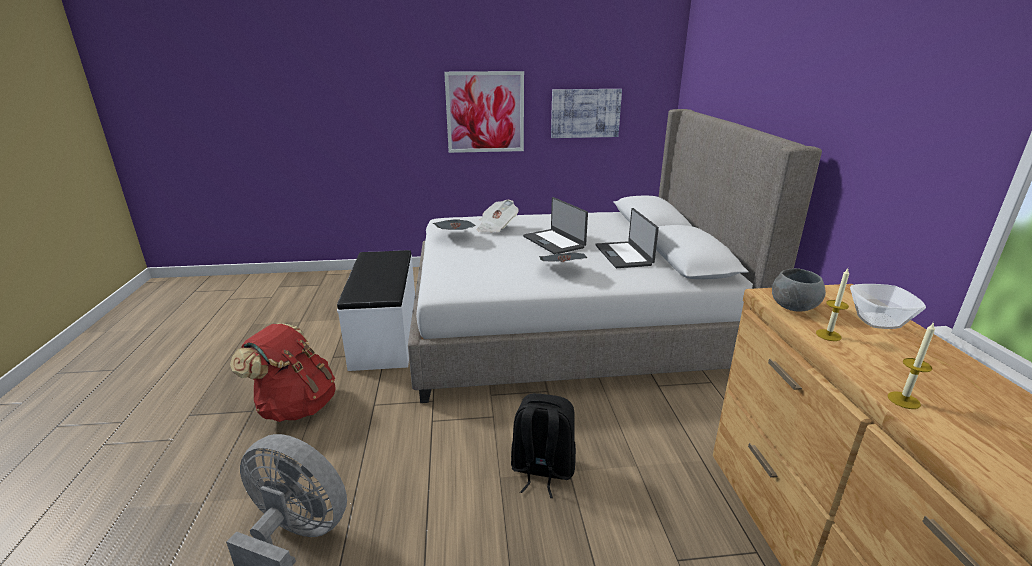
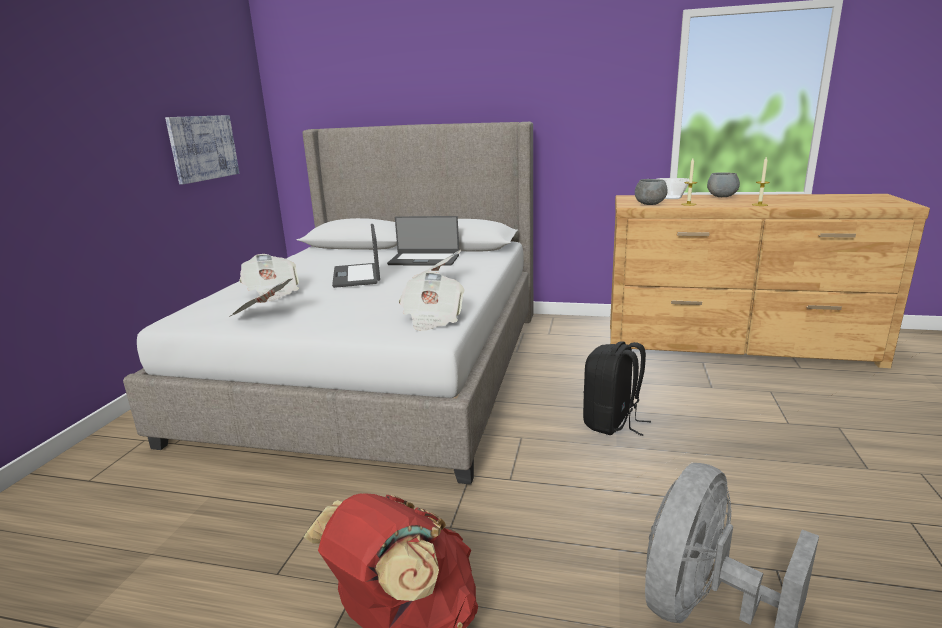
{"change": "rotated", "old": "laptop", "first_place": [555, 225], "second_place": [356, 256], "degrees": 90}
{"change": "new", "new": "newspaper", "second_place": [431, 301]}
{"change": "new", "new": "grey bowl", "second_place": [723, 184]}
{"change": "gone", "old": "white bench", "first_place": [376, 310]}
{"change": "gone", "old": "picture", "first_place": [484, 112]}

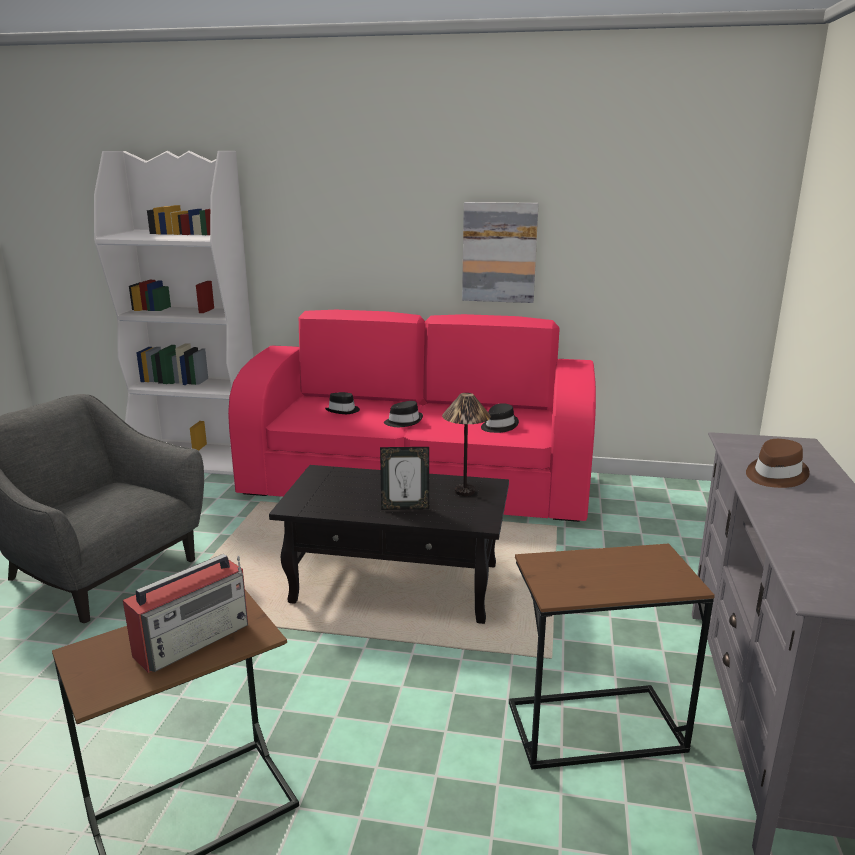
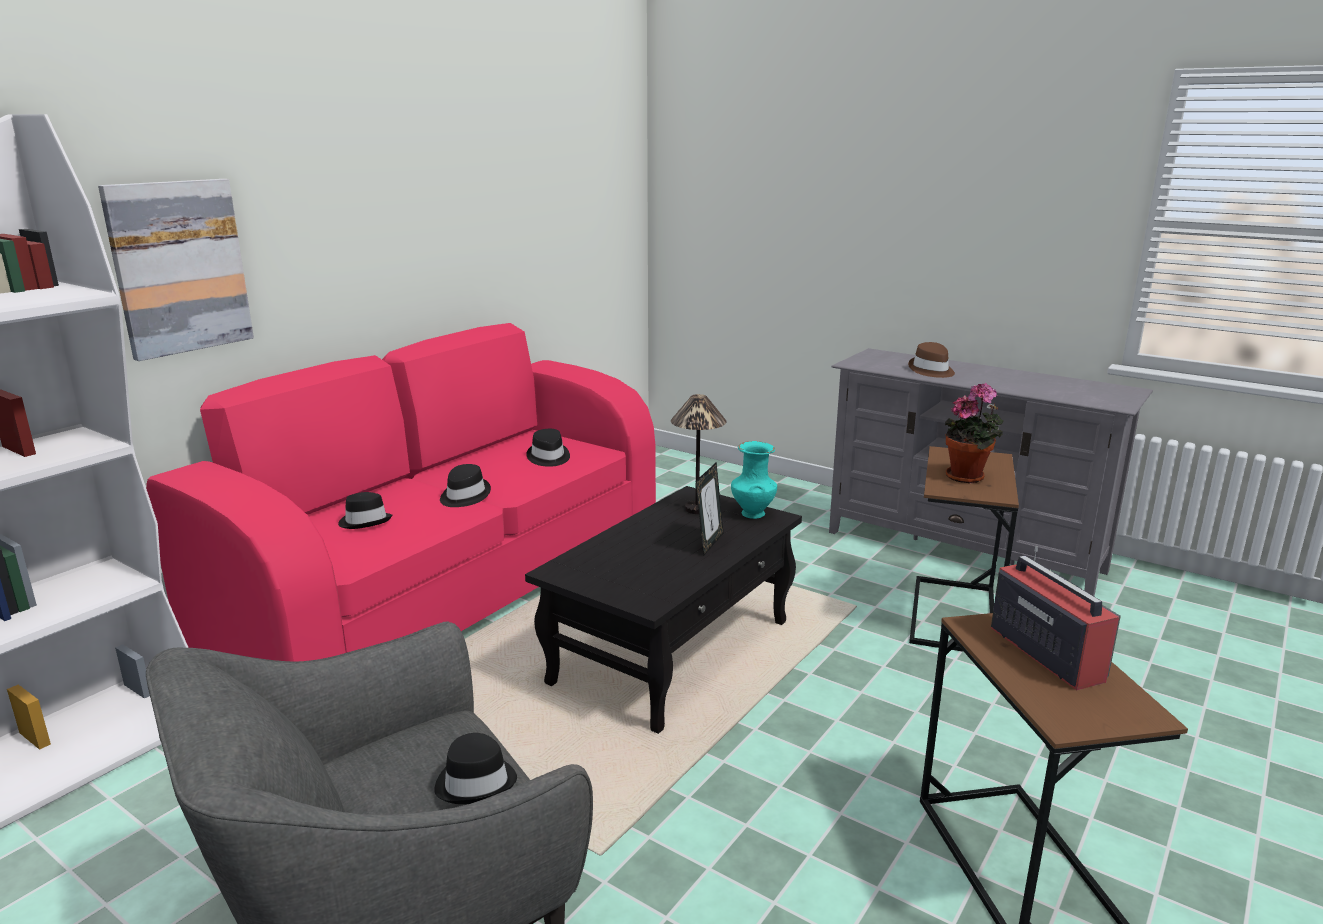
{"change": "shifted", "old": "picture", "first_place": [500, 252], "second_place": [176, 270]}
{"change": "new", "new": "black hat", "second_place": [475, 768]}
{"change": "new", "new": "turquoise vase", "second_place": [754, 480]}
{"change": "new", "new": "potted plant", "second_place": [974, 433]}

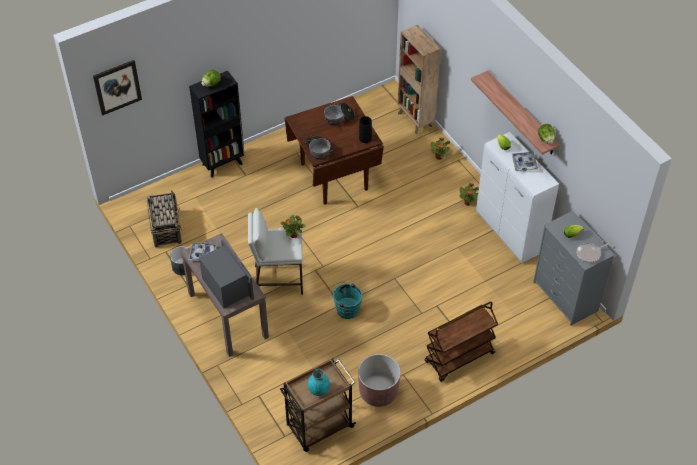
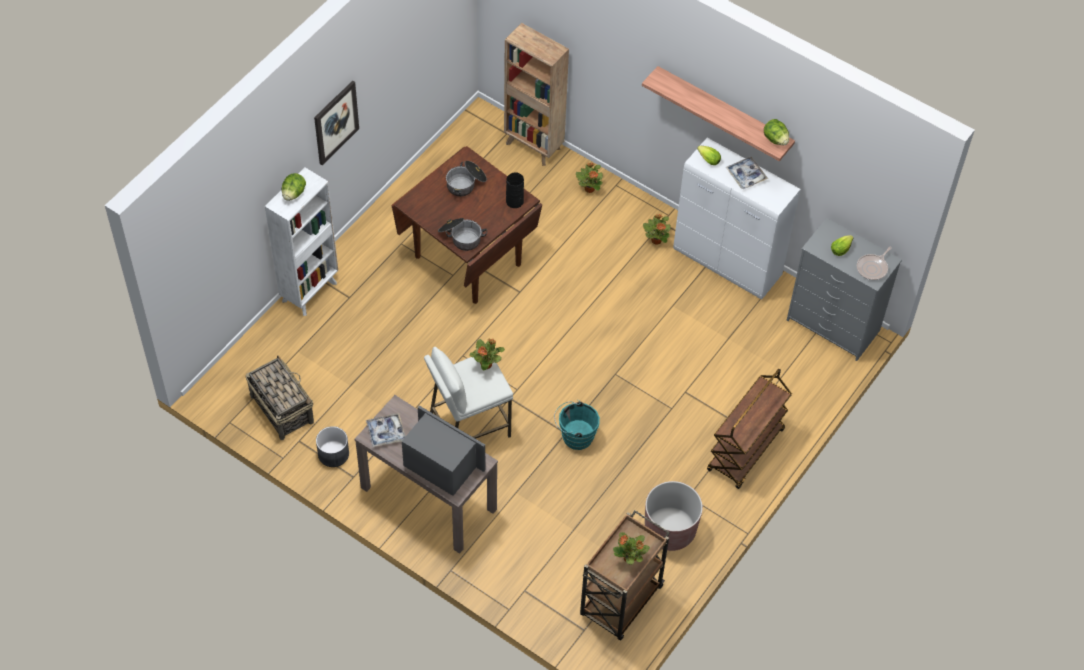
{"change": "repainted", "old": "black bookcase", "new": "white bookcase", "first_place": [217, 124], "second_place": [301, 241]}
{"change": "shifted", "old": "picture", "first_place": [117, 88], "second_place": [336, 123]}
{"change": "swapped", "old": "turquoise vase", "new": "potted plant", "first_place": [319, 382], "second_place": [631, 548]}

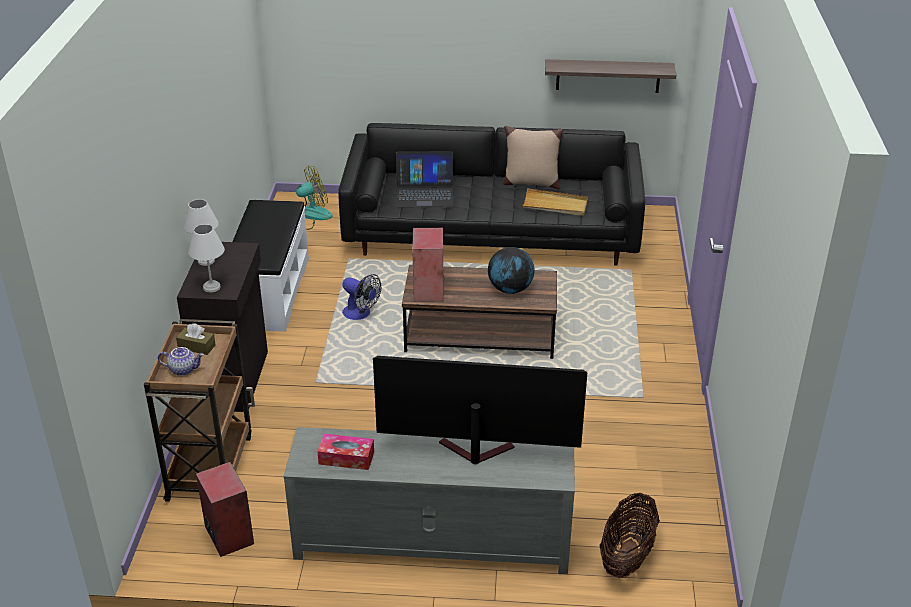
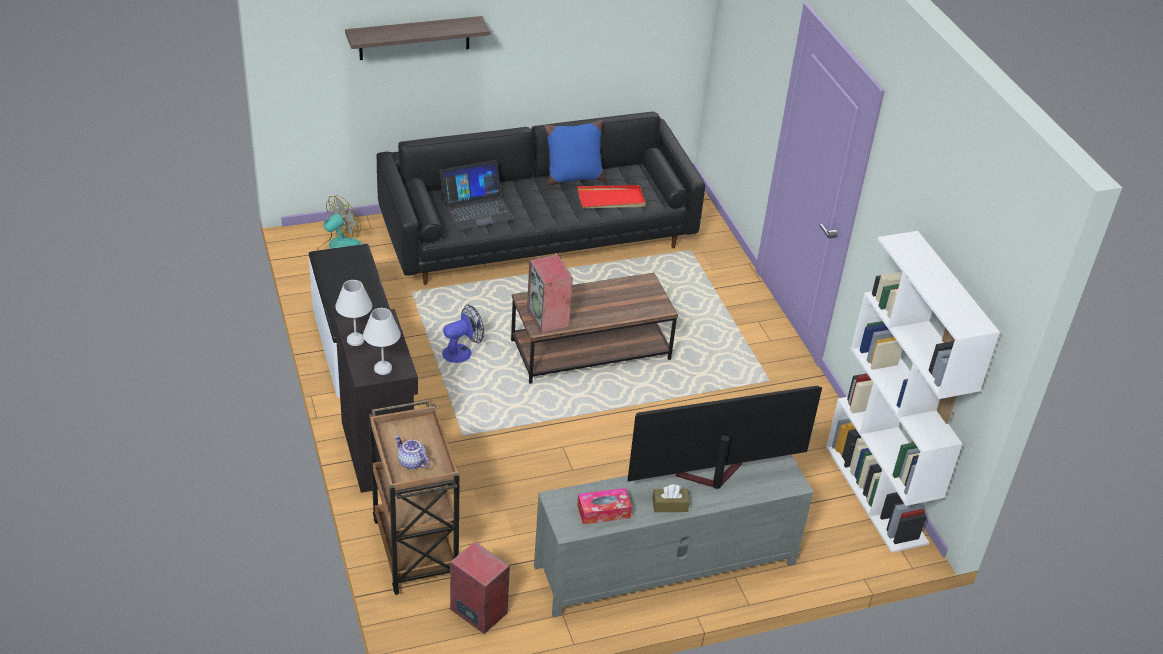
{"change": "shifted", "old": "shelf", "first_place": [610, 76], "second_place": [417, 38]}
{"change": "rotated", "old": "teapot", "first_place": [181, 361], "second_place": [412, 452], "degrees": -120}
{"change": "rotated", "old": "fan", "first_place": [361, 297], "second_place": [463, 334], "degrees": -45}
{"change": "repainted", "old": "beige pillow", "new": "blue pillow", "first_place": [533, 157], "second_place": [574, 152]}
{"change": "repainted", "old": "beige tray", "new": "red tray", "first_place": [555, 202], "second_place": [612, 196]}
{"change": "shifted", "old": "brown tissue box", "first_place": [196, 339], "second_place": [671, 498]}
{"change": "new", "new": "white bookcase", "second_place": [913, 392]}
{"change": "gone", "old": "globe", "first_place": [511, 270]}
{"change": "gone", "old": "basket", "first_place": [629, 535]}

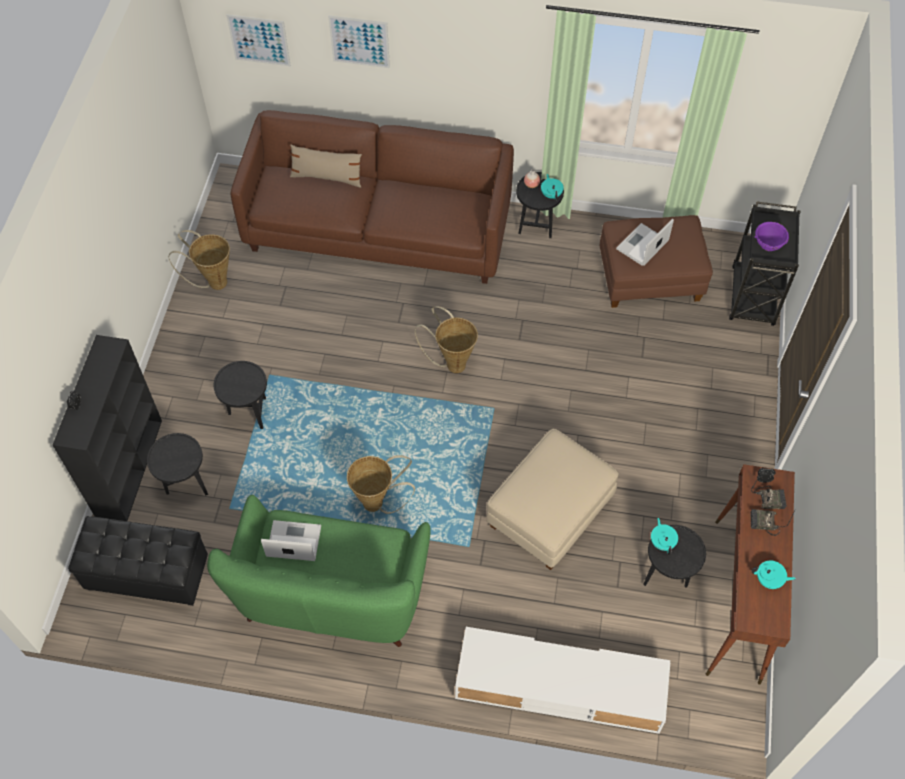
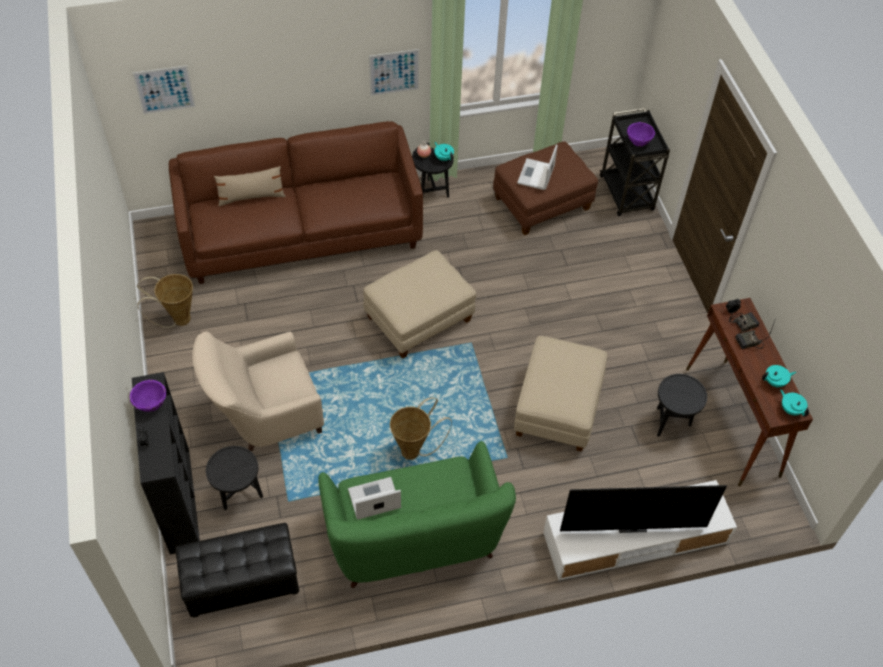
{"change": "new", "new": "purple bowl", "second_place": [148, 396]}
{"change": "swapped", "old": "black side table", "new": "beige armchair", "first_place": [240, 395], "second_place": [258, 391]}
{"change": "swapped", "old": "basket", "new": "beige ottoman", "first_place": [446, 339], "second_place": [419, 304]}
{"change": "shifted", "old": "picture", "first_place": [359, 41], "second_place": [394, 72]}
{"change": "new", "new": "television", "second_place": [643, 509]}
{"change": "shifted", "old": "turquoise teapot", "first_place": [664, 536], "second_place": [794, 403]}

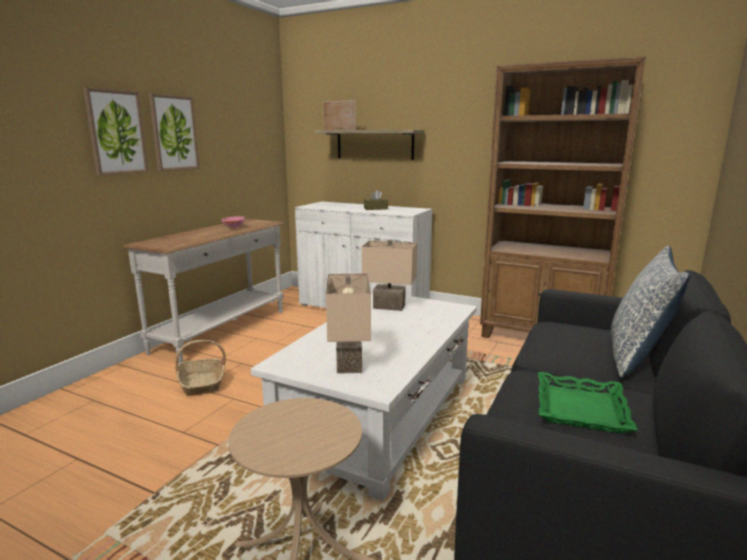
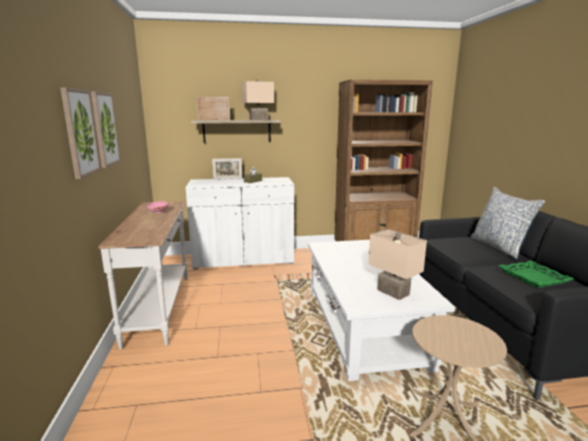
{"change": "new", "new": "picture frame", "second_place": [227, 169]}
{"change": "shifted", "old": "beige table lamp", "first_place": [389, 275], "second_place": [258, 99]}
{"change": "gone", "old": "basket", "first_place": [200, 368]}

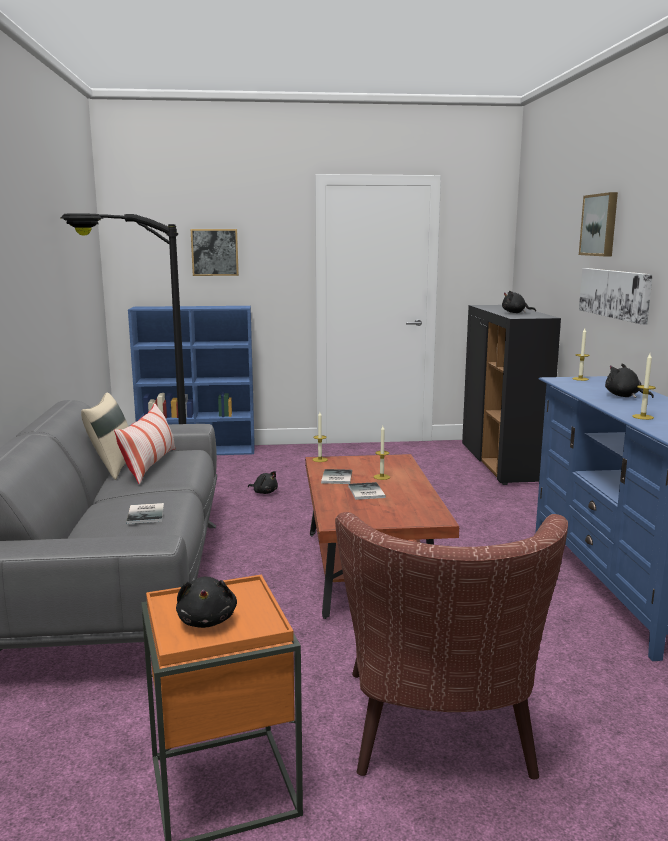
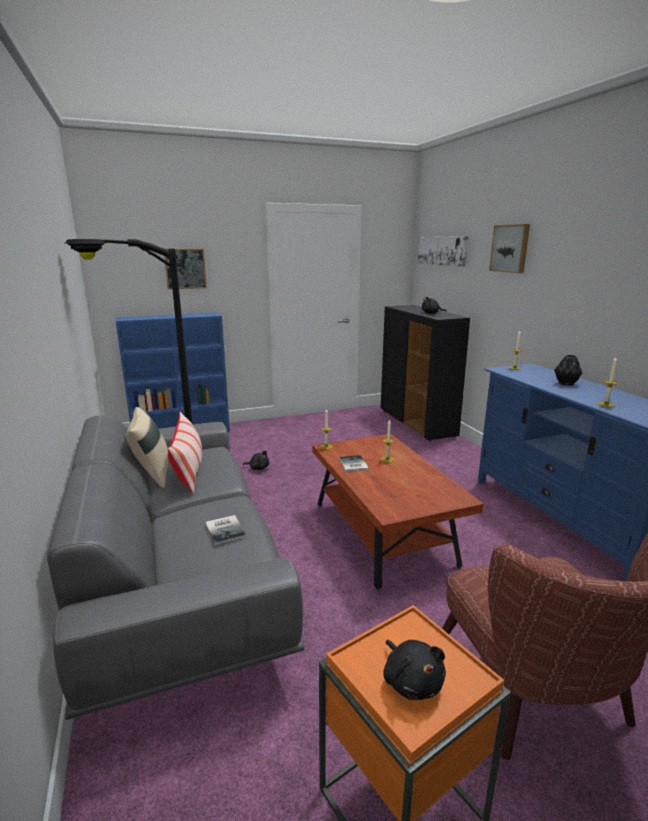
{"change": "shifted", "old": "picture", "first_place": [616, 296], "second_place": [443, 251]}
{"change": "swapped", "old": "black plush toy", "new": "black vase", "first_place": [629, 381], "second_place": [568, 370]}
{"change": "gone", "old": "book", "first_place": [367, 491]}

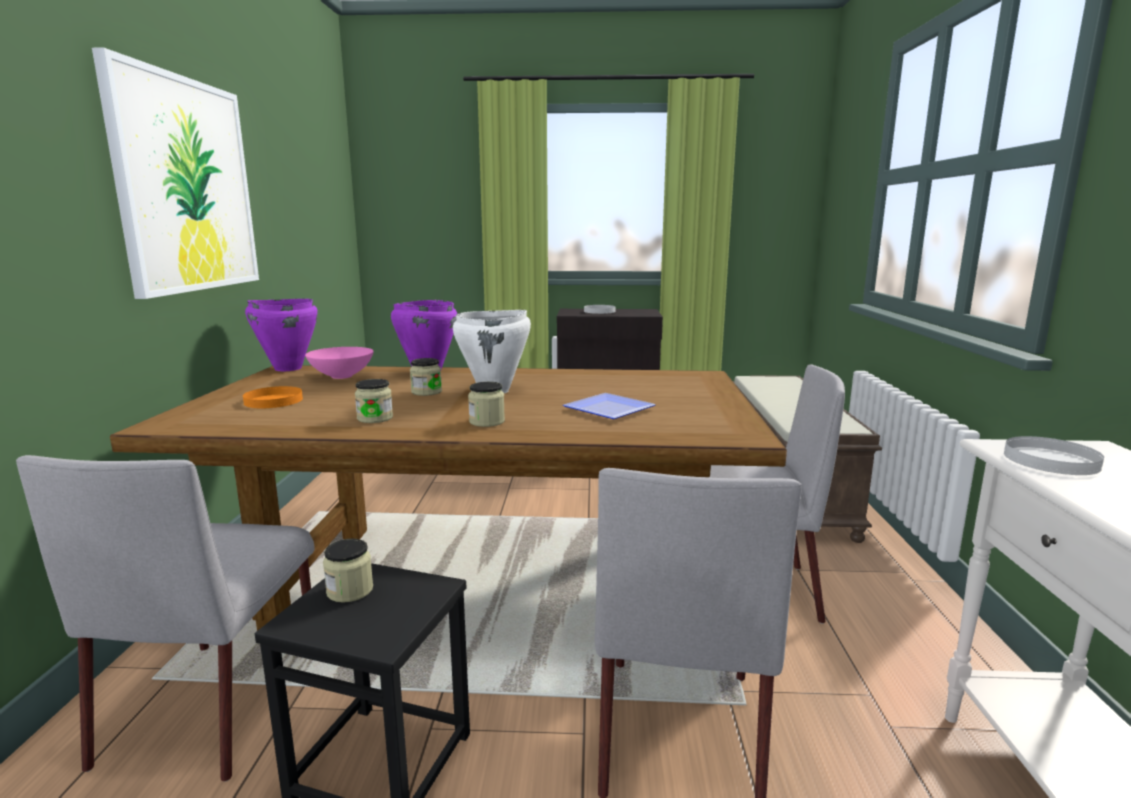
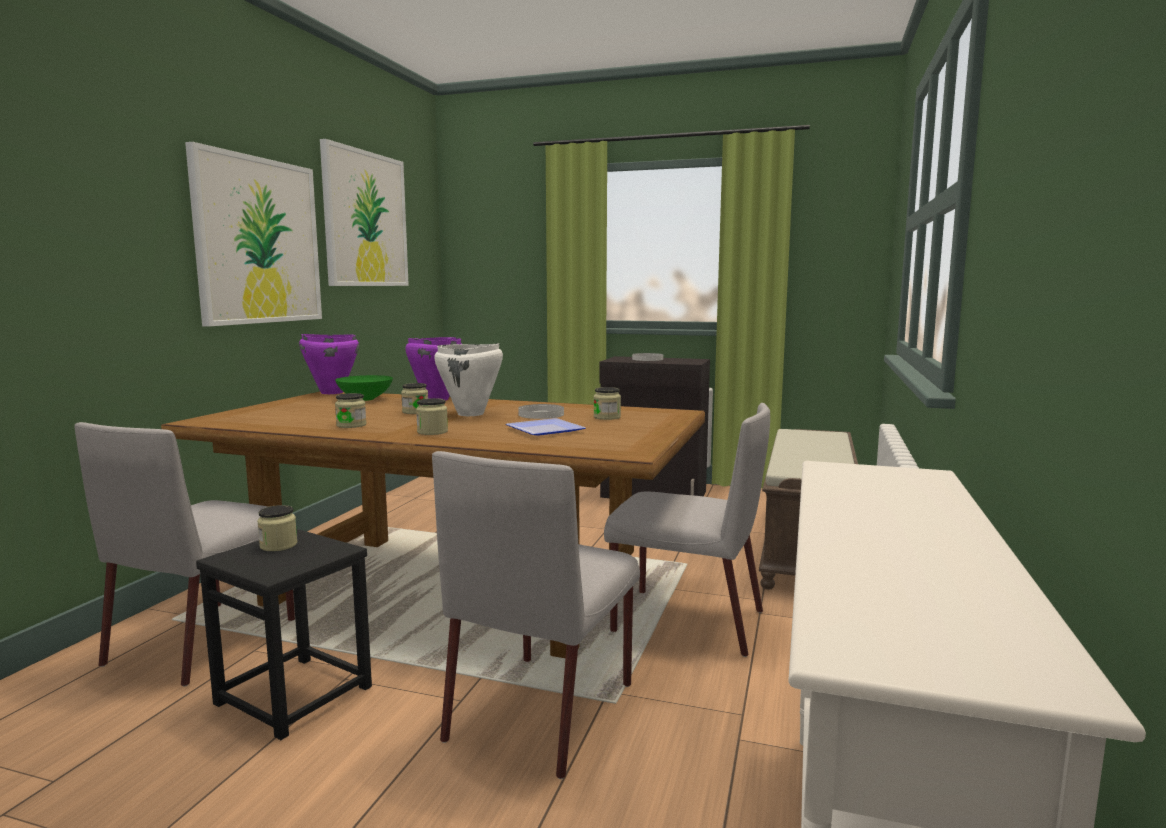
{"change": "new", "new": "picture", "second_place": [364, 212]}
{"change": "repainted", "old": "pink bowl", "new": "green bowl", "first_place": [339, 363], "second_place": [364, 388]}
{"change": "shifted", "old": "white plate", "first_place": [1054, 455], "second_place": [541, 411]}
{"change": "new", "new": "jar", "second_place": [607, 403]}
{"change": "gone", "old": "orange plate", "first_place": [273, 397]}

